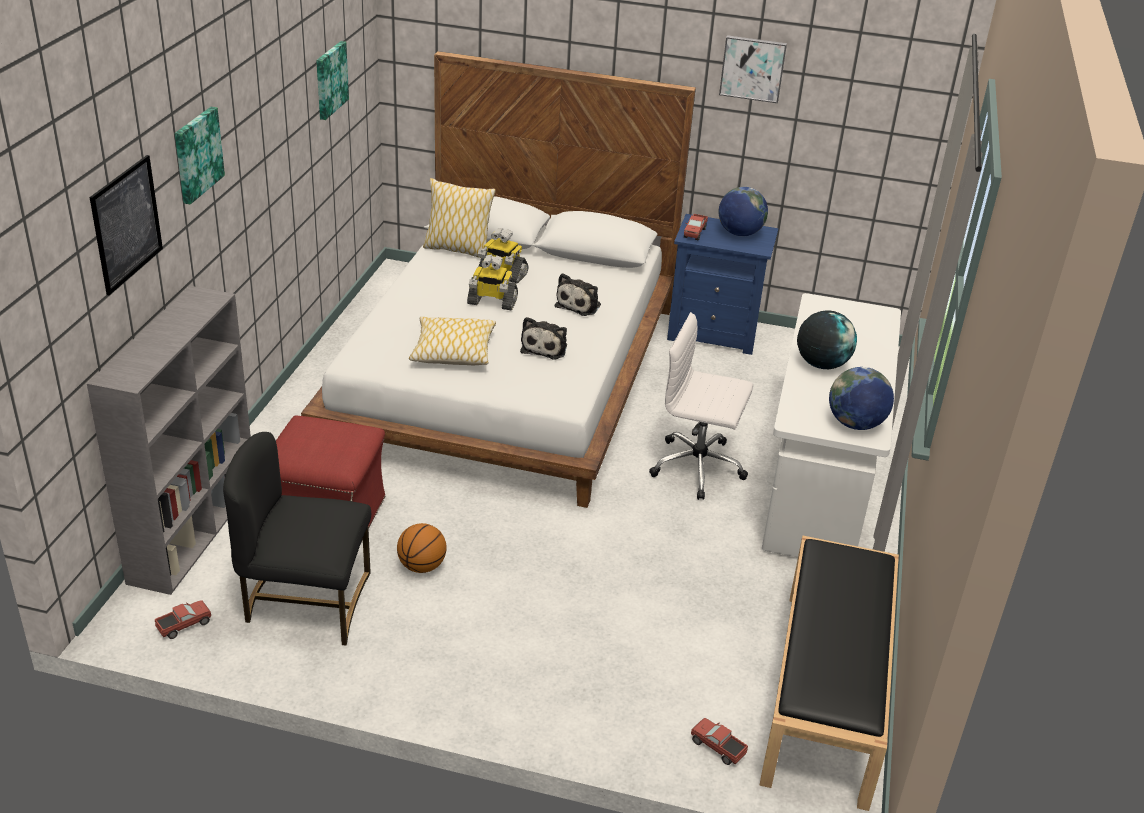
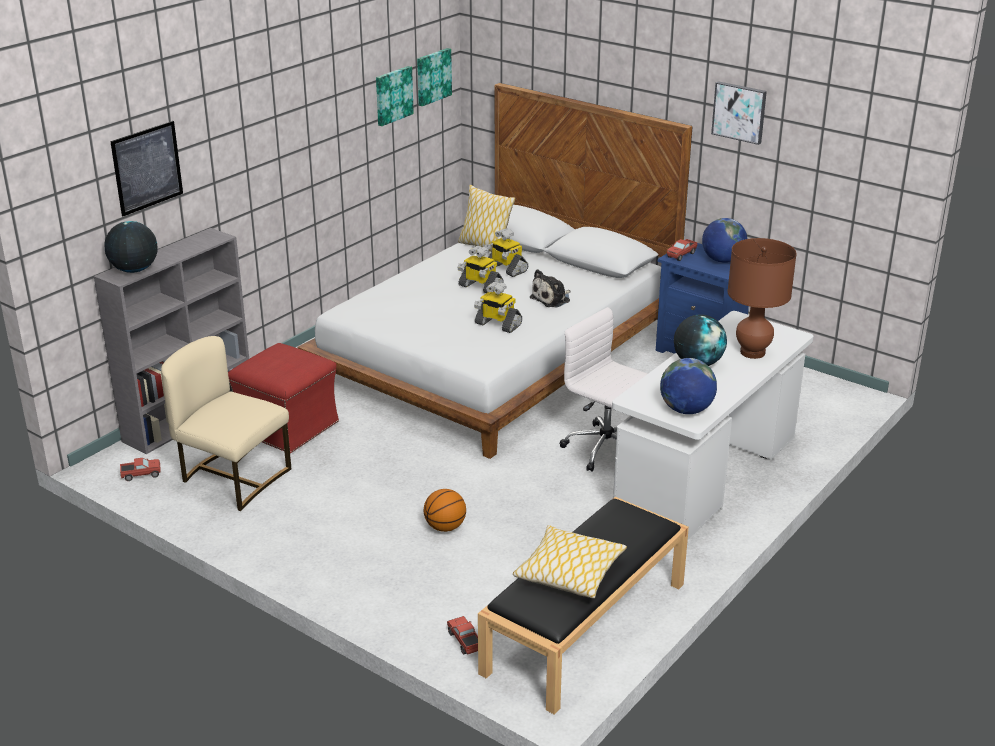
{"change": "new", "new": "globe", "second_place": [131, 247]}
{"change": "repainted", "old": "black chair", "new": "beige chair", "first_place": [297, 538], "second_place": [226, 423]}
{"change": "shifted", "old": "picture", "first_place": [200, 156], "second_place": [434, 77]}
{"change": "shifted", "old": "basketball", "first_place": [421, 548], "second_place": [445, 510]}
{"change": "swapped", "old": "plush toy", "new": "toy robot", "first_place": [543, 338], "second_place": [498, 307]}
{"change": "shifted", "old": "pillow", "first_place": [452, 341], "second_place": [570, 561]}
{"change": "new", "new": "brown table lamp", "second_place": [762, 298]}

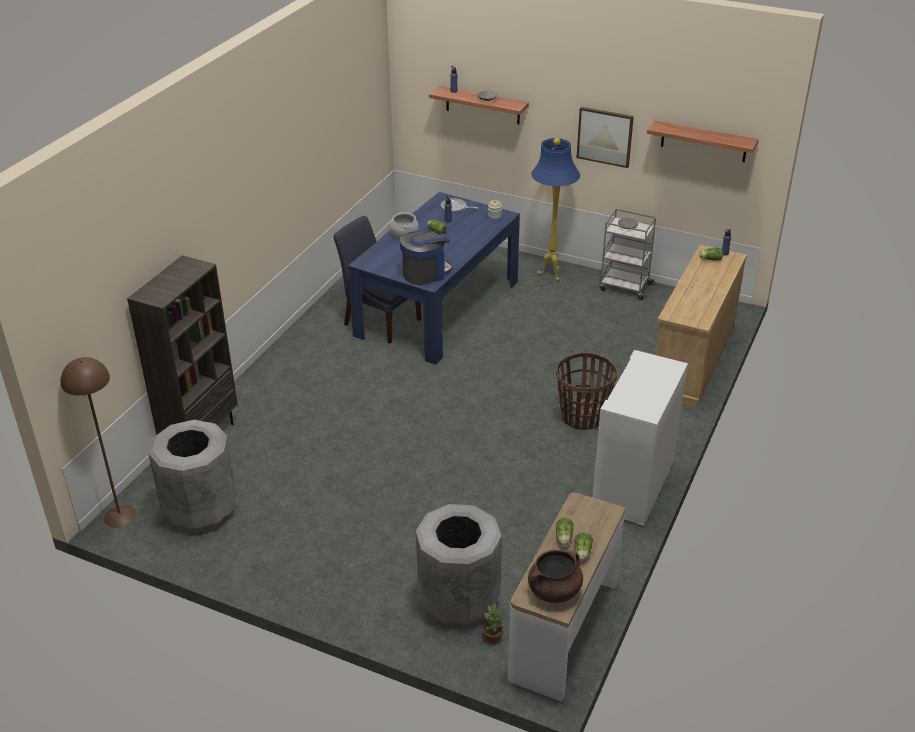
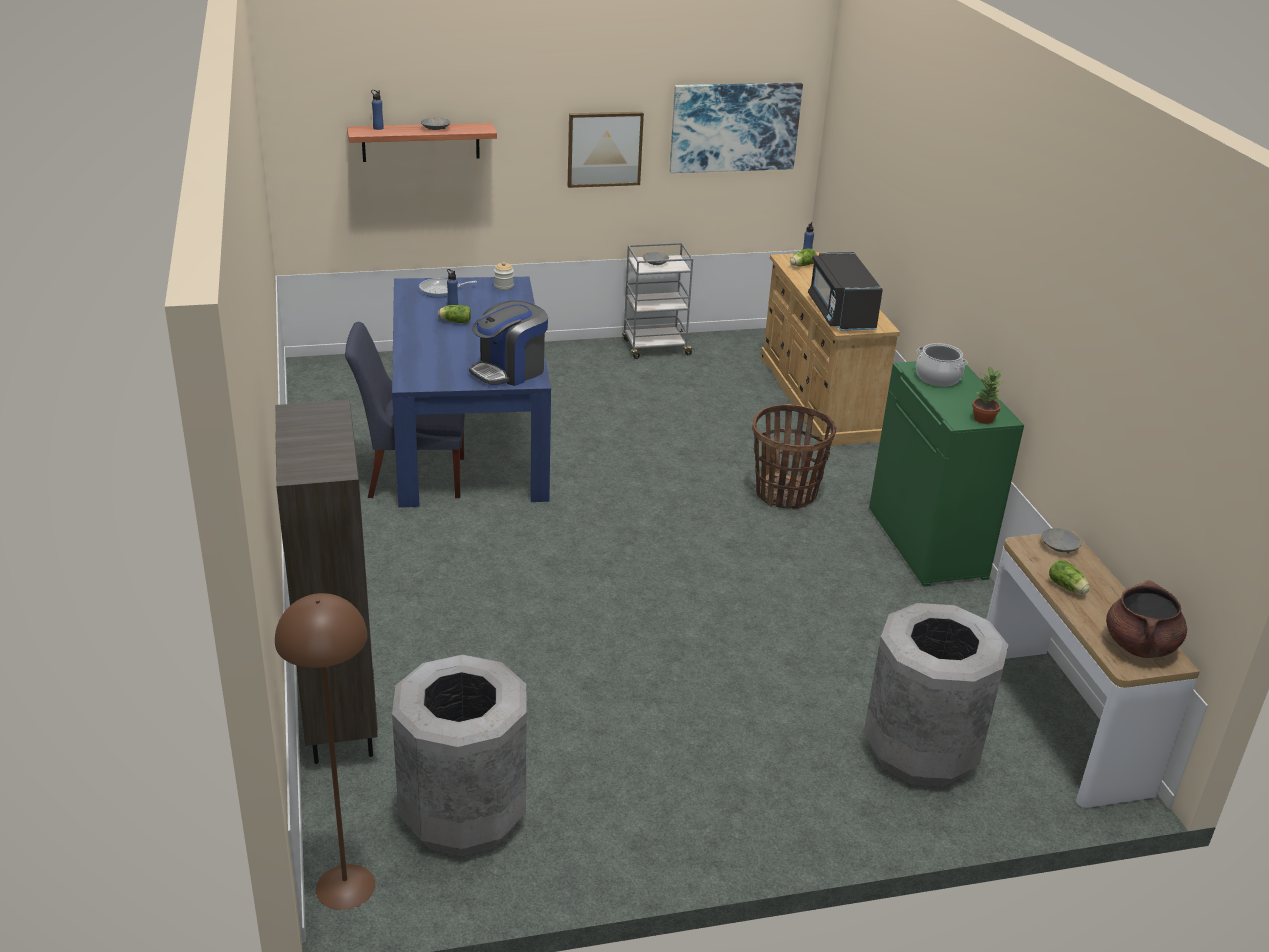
{"change": "rotated", "old": "coffee machine", "first_place": [426, 258], "second_place": [508, 343], "degrees": -150}
{"change": "swapped", "old": "shelf", "new": "picture", "first_place": [703, 141], "second_place": [736, 128]}
{"change": "new", "new": "black microwave", "second_place": [845, 291]}
{"change": "repainted", "old": "white cabinet", "new": "green cabinet", "first_place": [640, 439], "second_place": [946, 474]}
{"change": "shifted", "old": "cooking pot", "first_place": [404, 225], "second_place": [942, 365]}
{"change": "shifted", "old": "potted plant", "first_place": [493, 623], "second_place": [987, 395]}
{"change": "new", "new": "grey bowl", "second_place": [1061, 541]}
{"change": "gone", "old": "blue floor lamp", "first_place": [555, 209]}
{"change": "gone", "old": "lettuce", "first_place": [583, 546]}

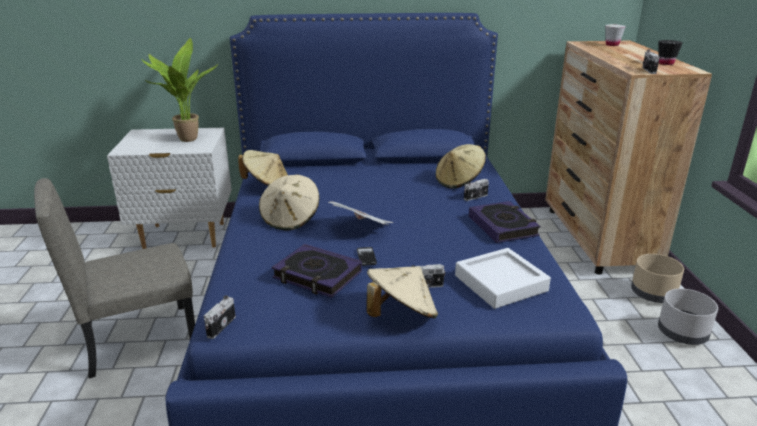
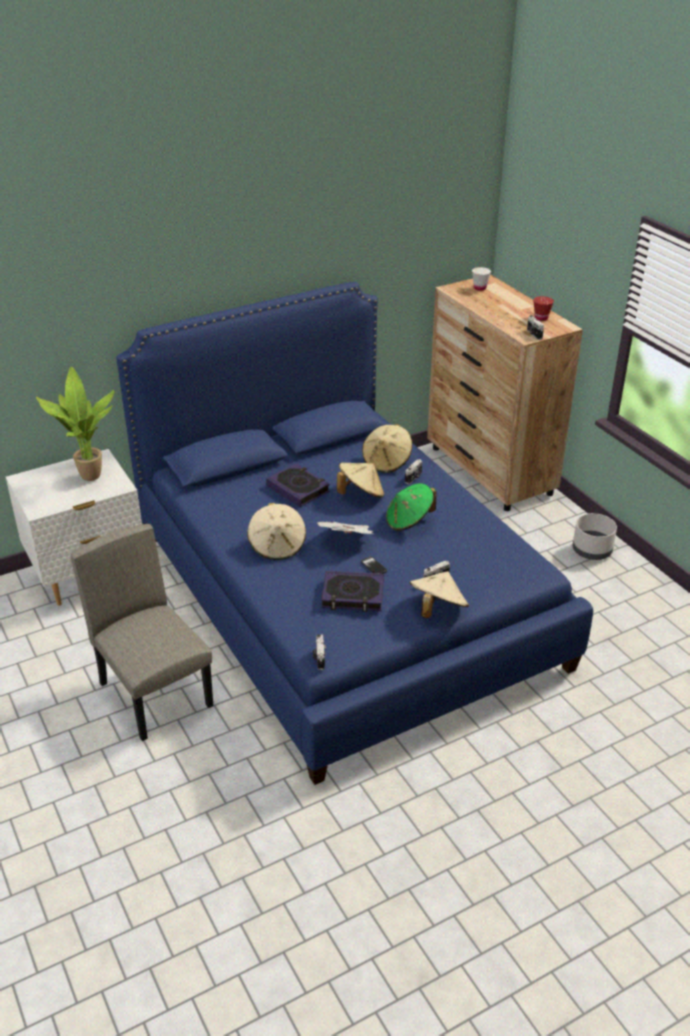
{"change": "rotated", "old": "beige chair", "first_place": [114, 278], "second_place": [142, 632], "degrees": 105}
{"change": "shifted", "old": "book", "first_place": [505, 222], "second_place": [298, 485]}
{"change": "shifted", "old": "beige hat", "first_place": [263, 168], "second_place": [360, 480]}
{"change": "new", "new": "green hat", "second_place": [411, 507]}
{"change": "repainted", "old": "black cup", "new": "red cup", "first_place": [670, 52], "second_place": [543, 308]}
{"change": "gone", "old": "white tray", "first_place": [503, 278]}
{"change": "gone", "old": "beige planter", "first_place": [657, 278]}

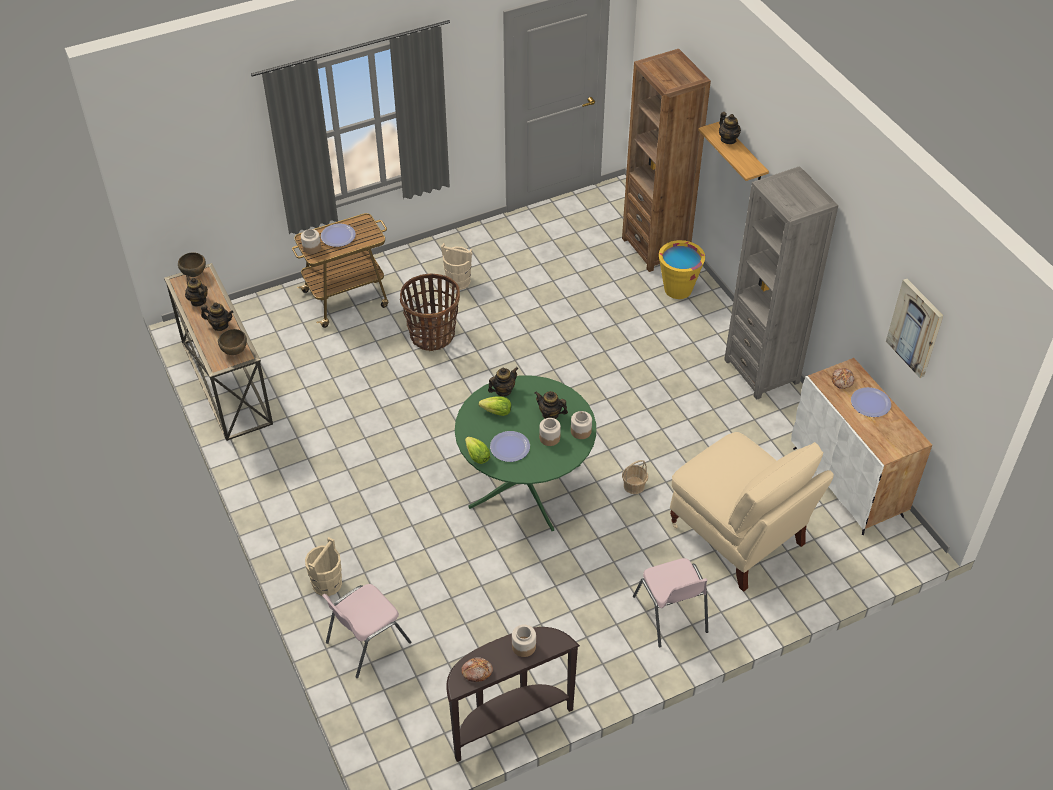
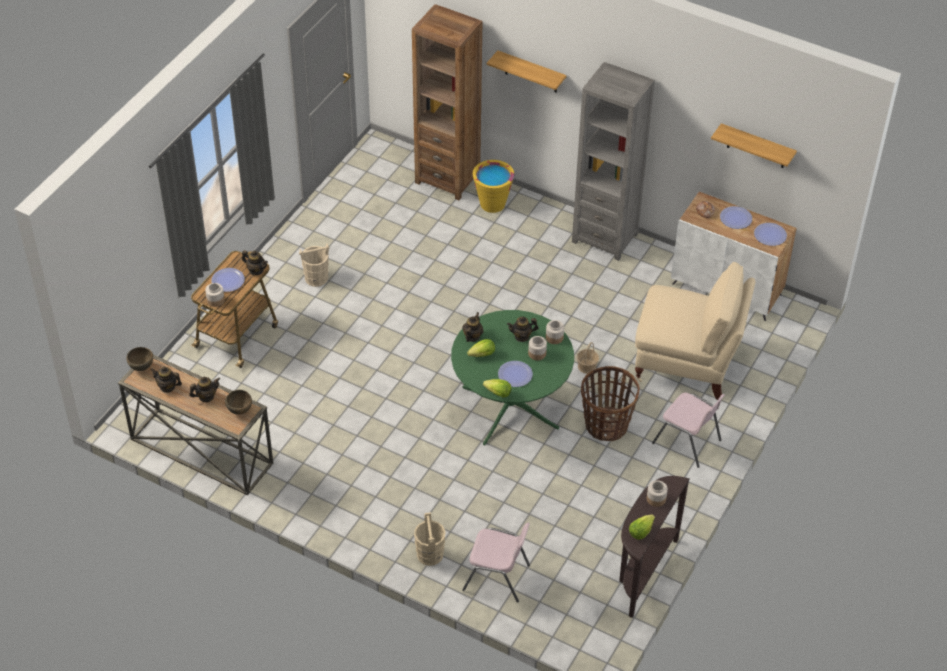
{"change": "shifted", "old": "teapot", "first_place": [730, 128], "second_place": [255, 262]}
{"change": "rotated", "old": "pink chair", "first_place": [366, 631], "second_place": [496, 562], "degrees": -90}
{"change": "shifted", "old": "basket", "first_place": [430, 312], "second_place": [610, 403]}
{"change": "swapped", "old": "bread", "new": "lettuce", "first_place": [477, 669], "second_place": [642, 527]}
{"change": "swapped", "old": "picture", "new": "shelf", "first_place": [914, 328], "second_place": [754, 145]}
{"change": "new", "new": "plate", "second_place": [770, 234]}

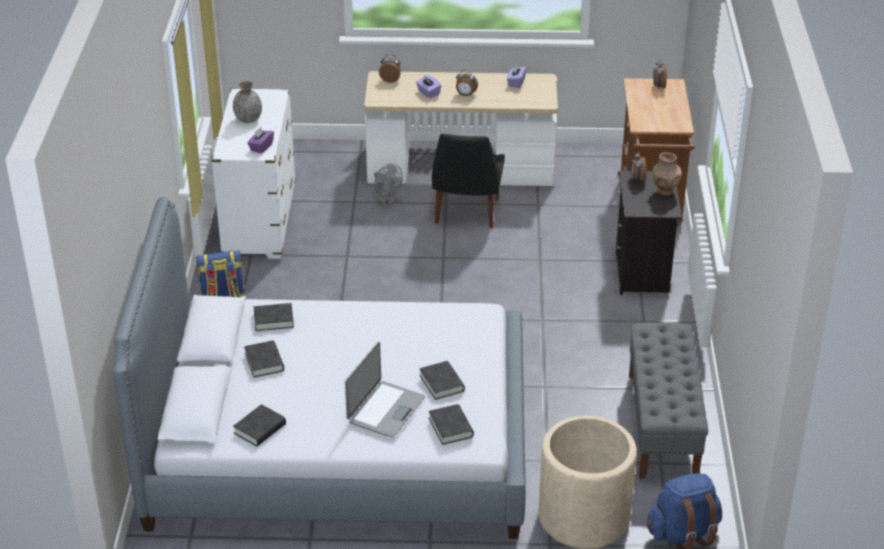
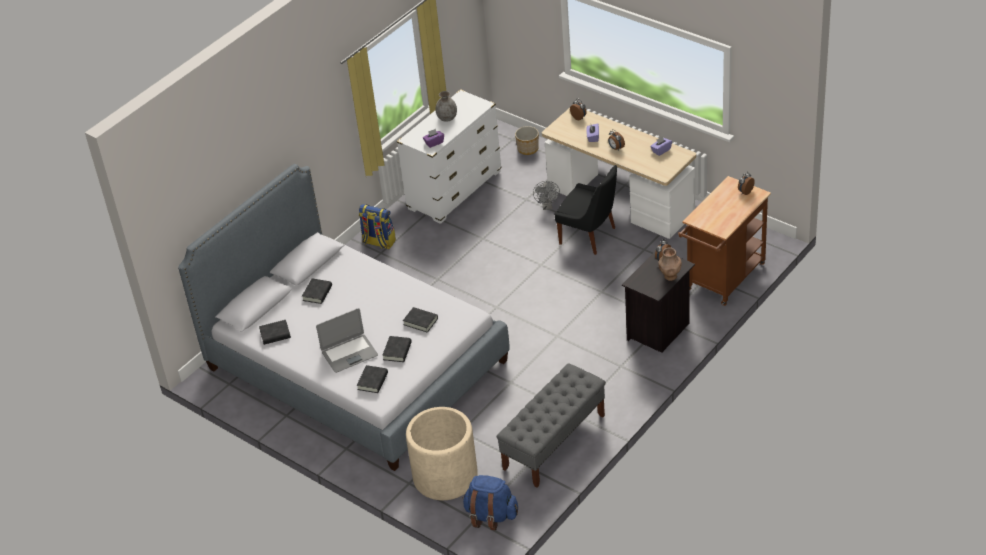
{"change": "shifted", "old": "black book", "first_place": [274, 317], "second_place": [420, 320]}
{"change": "new", "new": "planter", "second_place": [527, 140]}
{"change": "rotated", "old": "black chair", "first_place": [468, 181], "second_place": [586, 210], "degrees": -105}

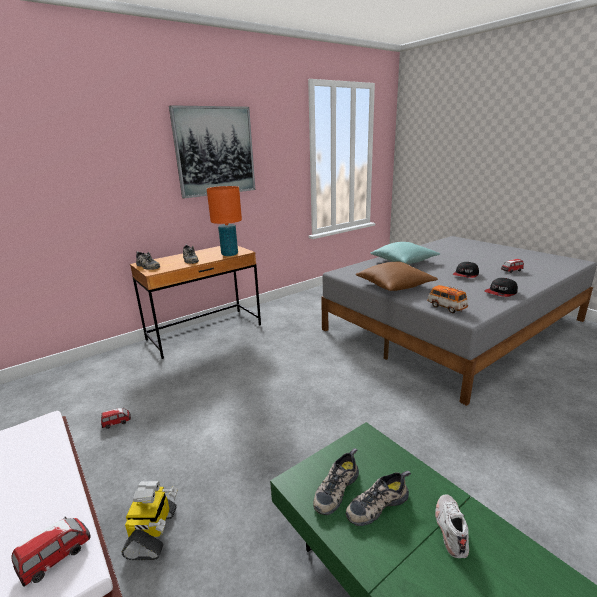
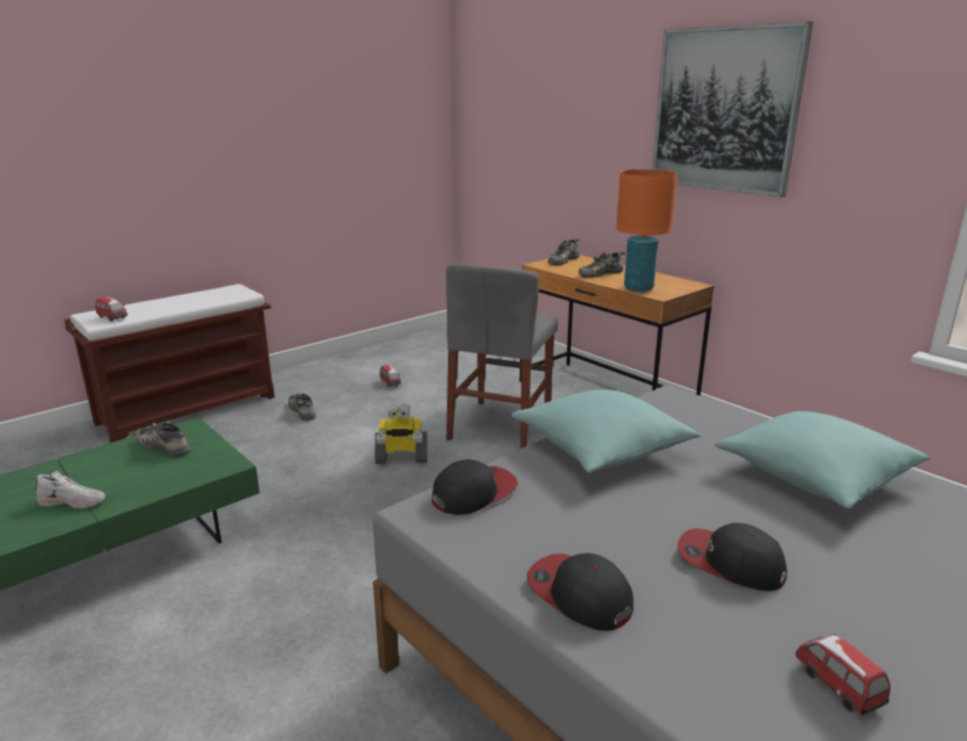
{"change": "shifted", "old": "shoe", "first_place": [378, 498], "second_place": [302, 406]}
{"change": "shifted", "old": "toy robot", "first_place": [150, 520], "second_place": [401, 433]}
{"change": "swapped", "old": "toy car", "new": "cap", "first_place": [447, 299], "second_place": [475, 487]}
{"change": "new", "new": "grey chair", "second_place": [502, 356]}
{"change": "repainted", "old": "brown pillow", "new": "turquoise pillow", "first_place": [397, 276], "second_place": [606, 431]}

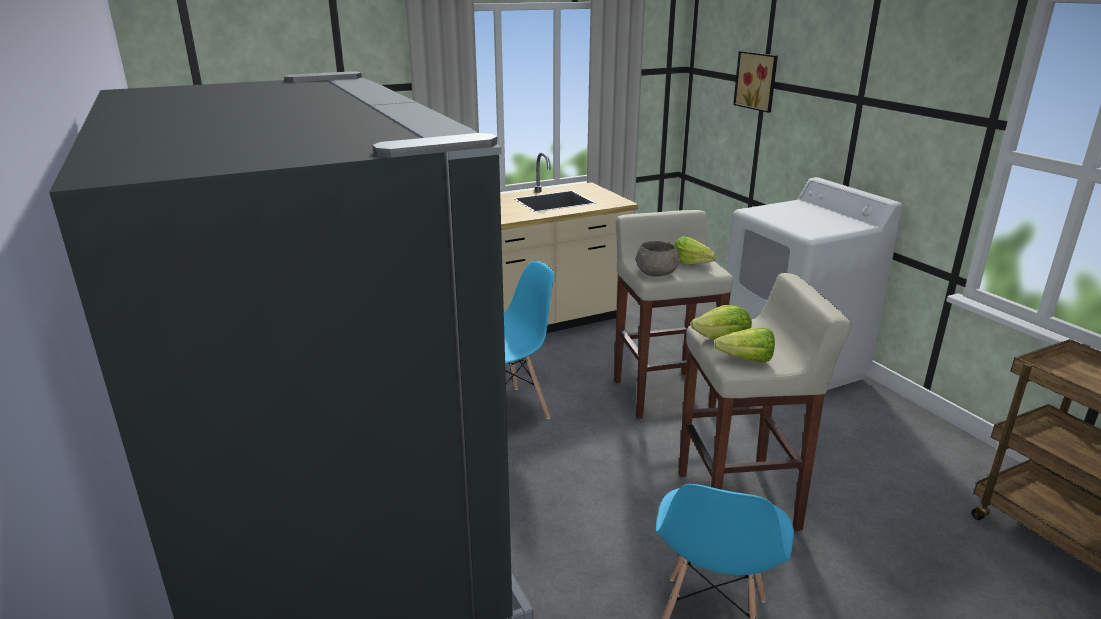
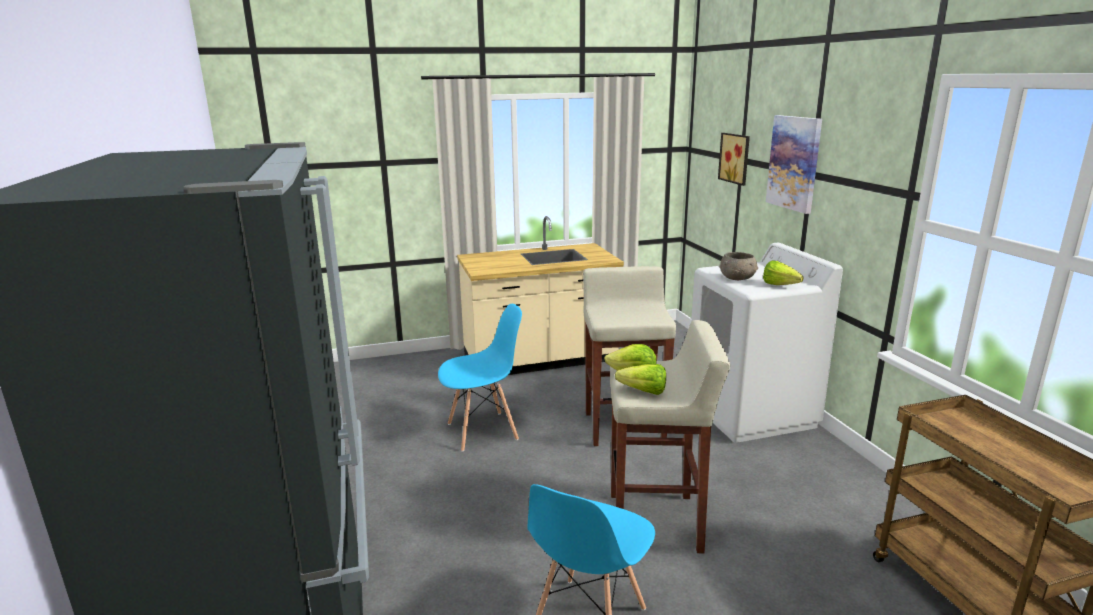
{"change": "shifted", "old": "grey bowl", "first_place": [658, 259], "second_place": [738, 266]}
{"change": "shifted", "old": "lettuce", "first_place": [695, 250], "second_place": [783, 273]}
{"change": "new", "new": "picture", "second_place": [794, 164]}

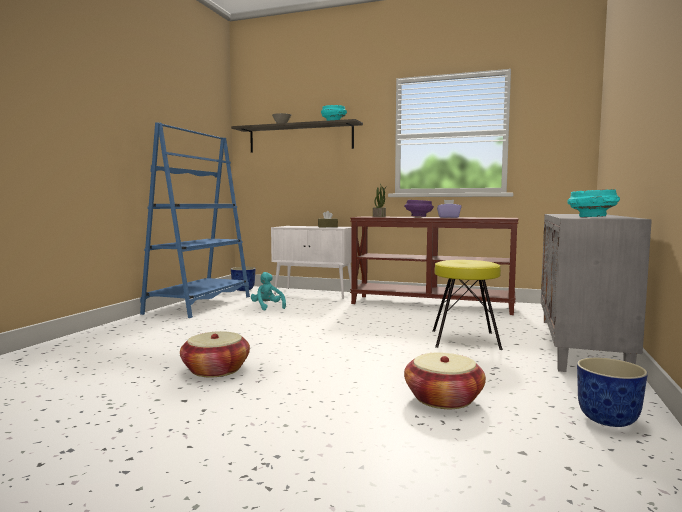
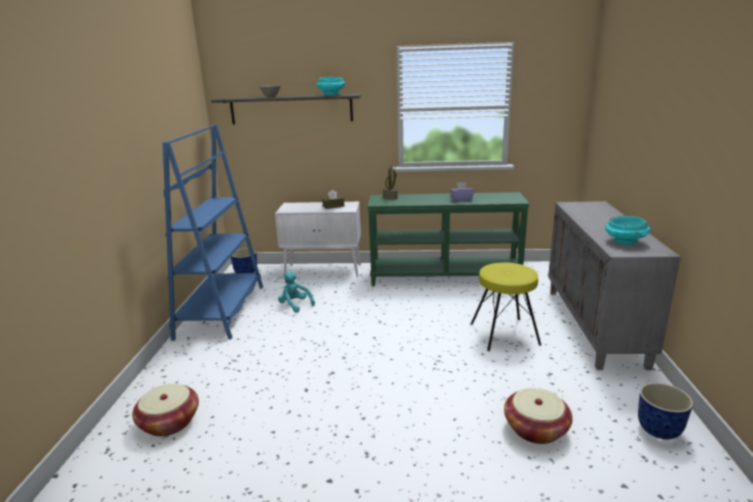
{"change": "shifted", "old": "basket", "first_place": [215, 354], "second_place": [165, 410]}
{"change": "repainted", "old": "brown console table", "new": "green console table", "first_place": [434, 265], "second_place": [448, 239]}
{"change": "gone", "old": "purple bowl", "first_place": [419, 208]}

